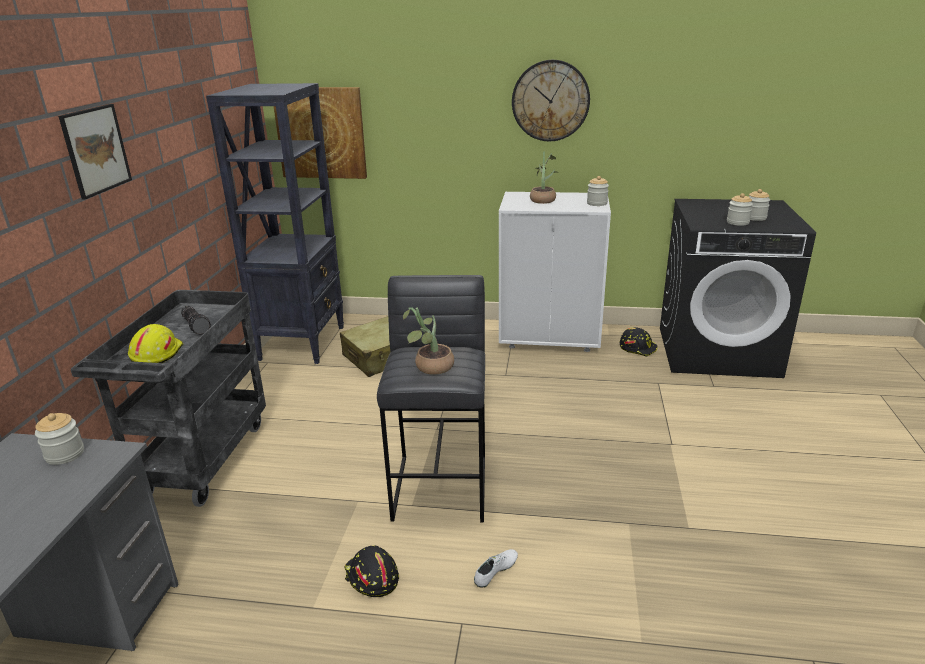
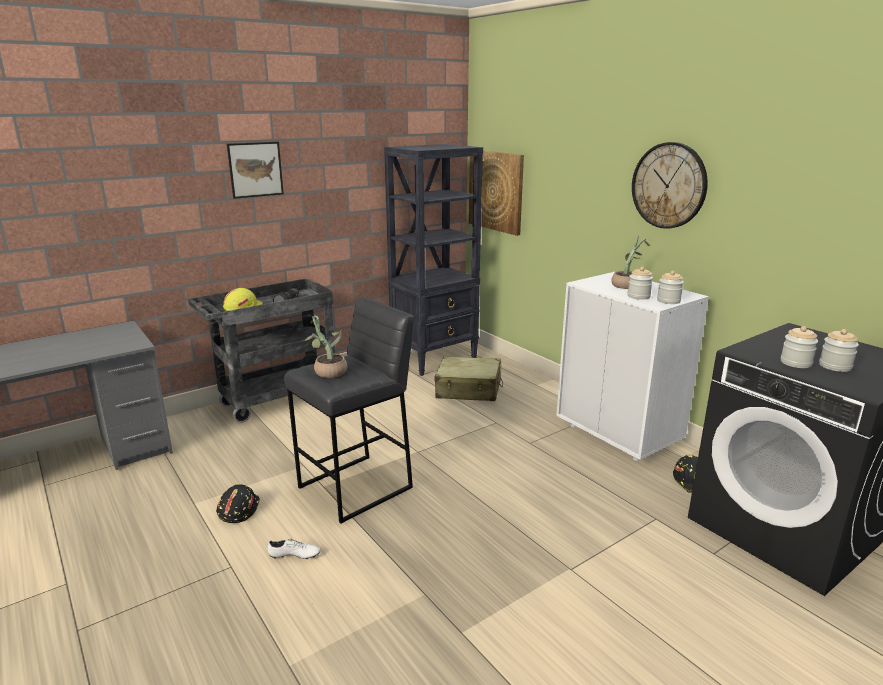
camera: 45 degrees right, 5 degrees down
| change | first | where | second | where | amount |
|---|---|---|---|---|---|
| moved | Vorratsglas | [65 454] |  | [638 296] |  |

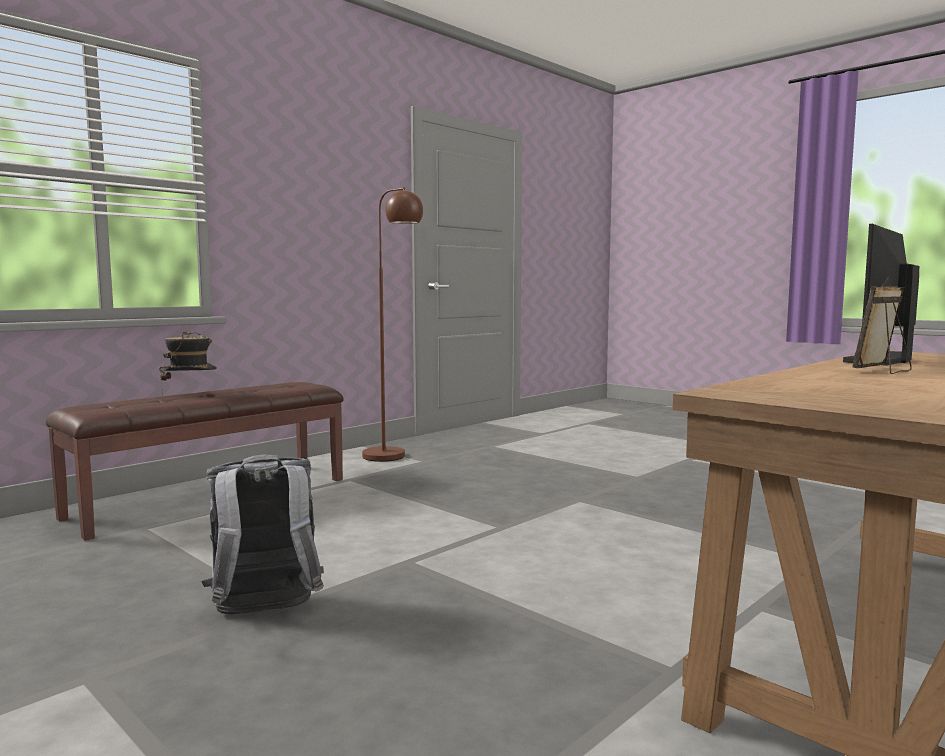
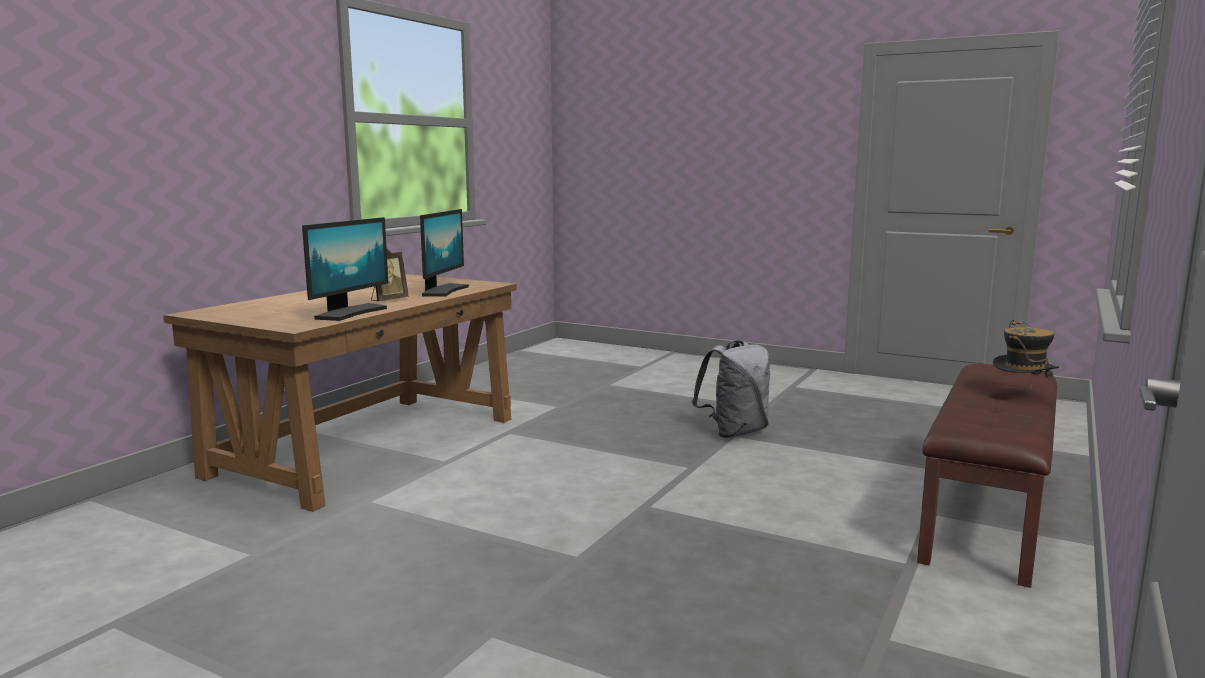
camera: 165 degrees right, 5 degrees up
| change | first | where | second | where | amount |
|---|---|---|---|---|---|
| added |  |  | Monitor | [443 291] |  |
| removed | Stehlampe [braun] | [393 458] |  |  |  |

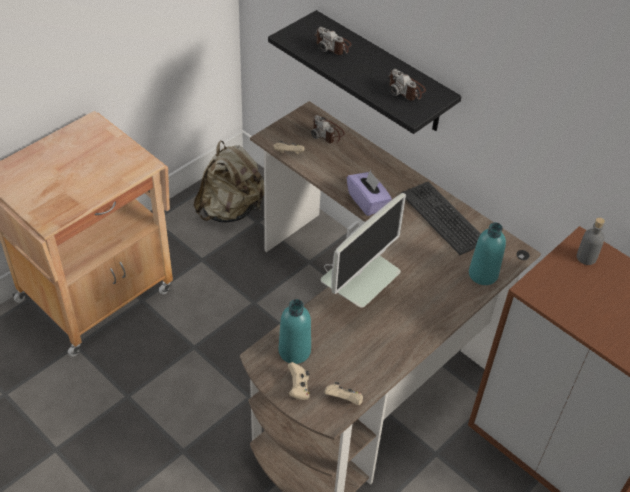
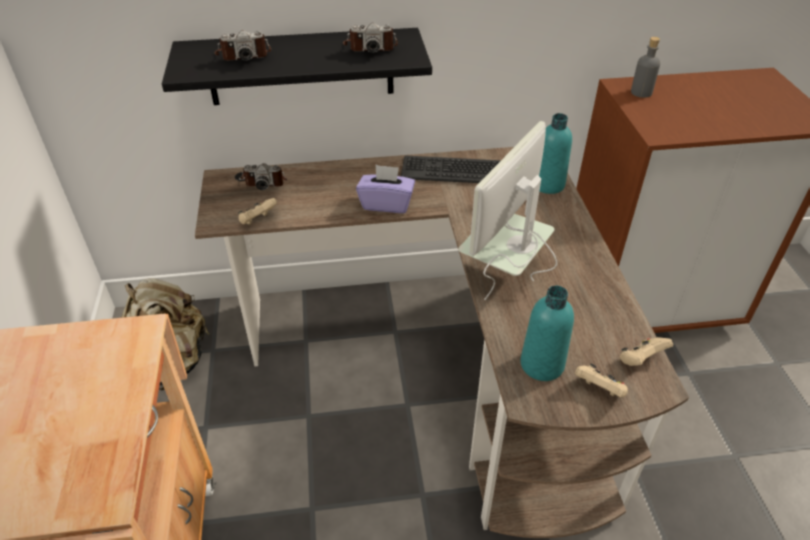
camera: 50 degrees left, 5 degrees down
| change | first | where | second | where | amount |
|---|---|---|---|---|---|
| turned | Monitor | [357 296] |  | [504 275] | 135 degrees counterclockwise |

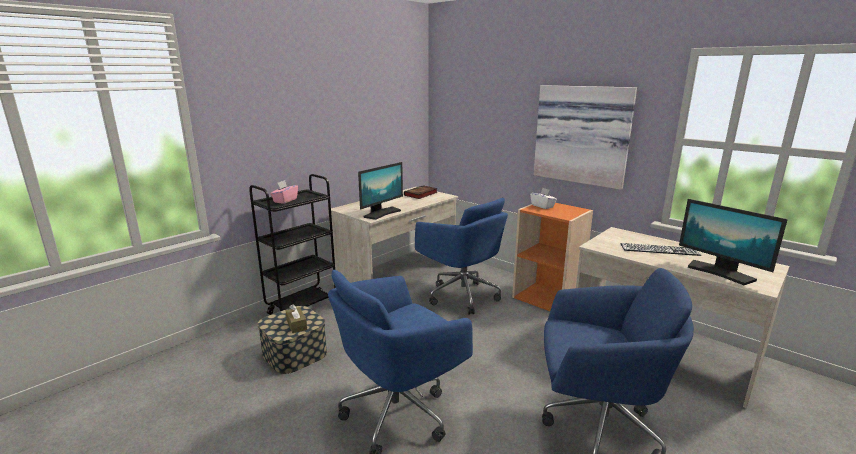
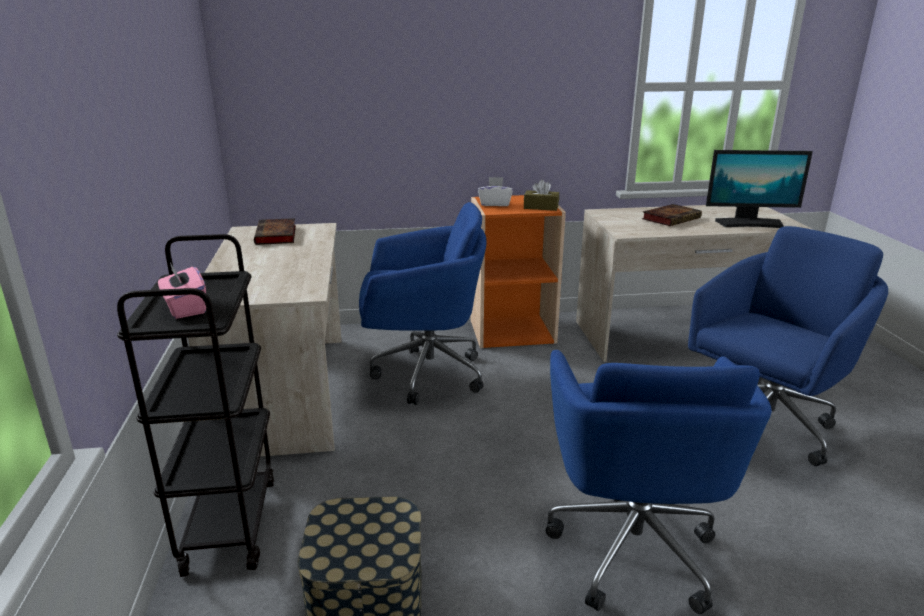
camera: 50 degrees left, 5 degrees up
| change | first | where | second | where | amount |
|---|---|---|---|---|---|
| moved | Taschentuchbox [braun] | [296 325] |  | [541 207] |  |
| replaced | Tastatur | [659 249] | Buch | [671 218] |  |
| removed | Monitor | [381 213] |  |  |  |
| removed | Bild | [582 135] |  |  |  |

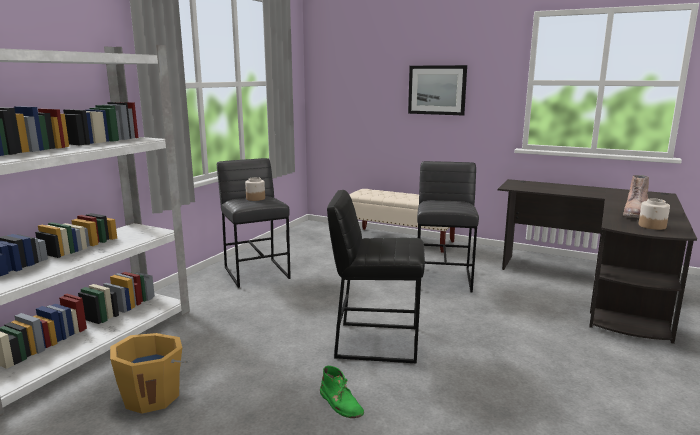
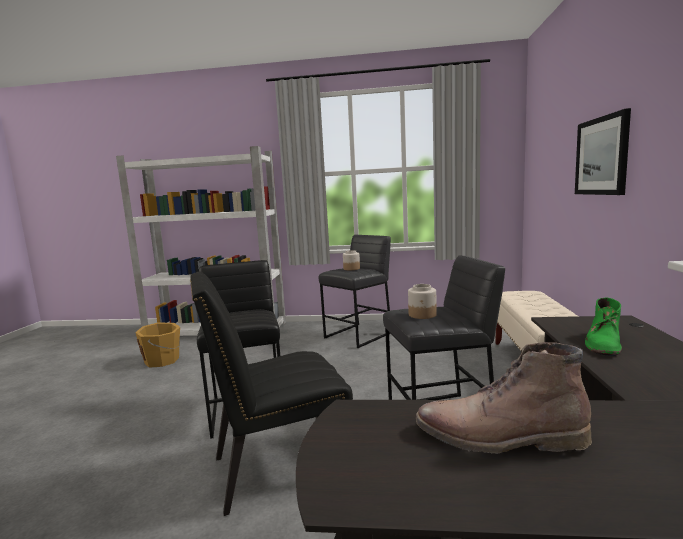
camera: 70 degrees right, 5 degrees down
| change | first | where | second | where | amount |
|---|---|---|---|---|---|
| added |  |  | Stuhl [schwarz] | [280 467] |  |
| moved | Vorratsglas | [652 226] |  | [422 315] |  |
| moved | Stiefel [grün] | [340 403] |  | [603 342] |  |

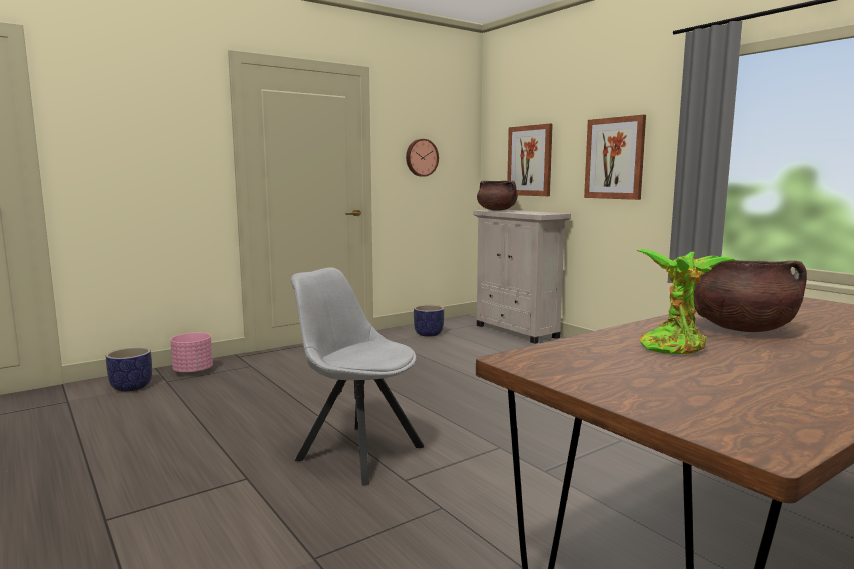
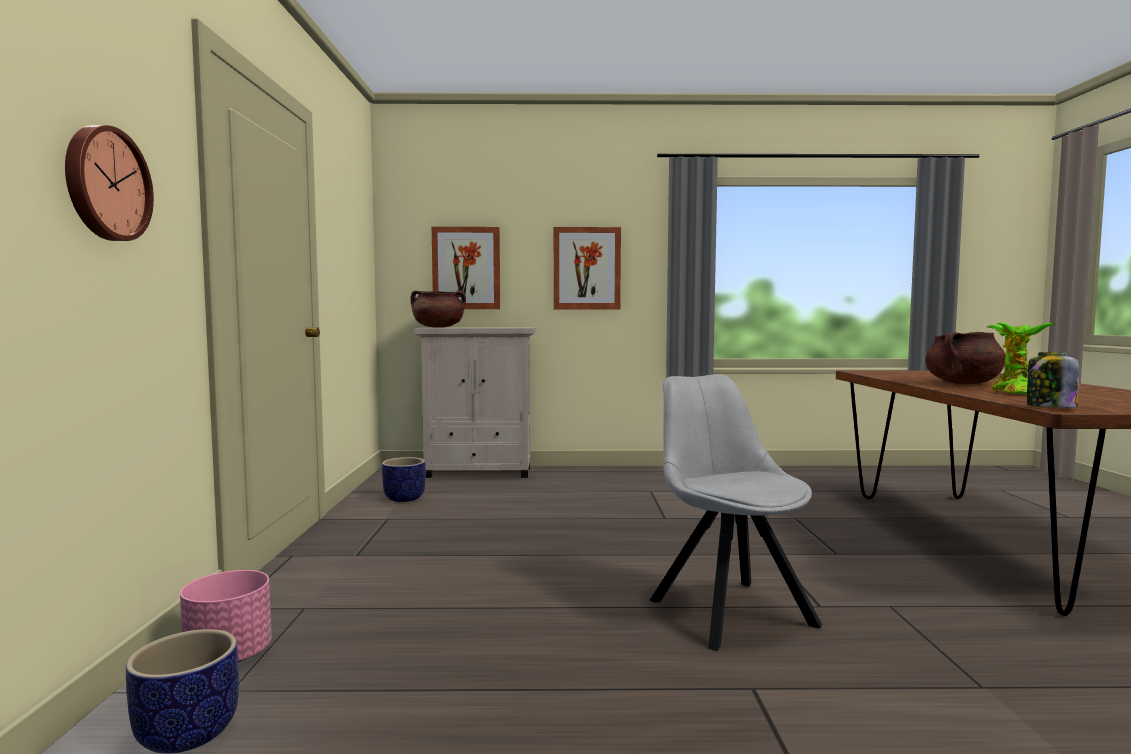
camera: 55 degrees left, 5 degrees down
| change | first | where | second | where | amount |
|---|---|---|---|---|---|
| moved | Wanduhr | [421 157] |  | [105 184] |  |
| turned | Stuhl [grau] | [358 452] |  | [729 610] | 90 degrees clockwise |
| added |  |  | Vorratsglas | [1050 408] |  |

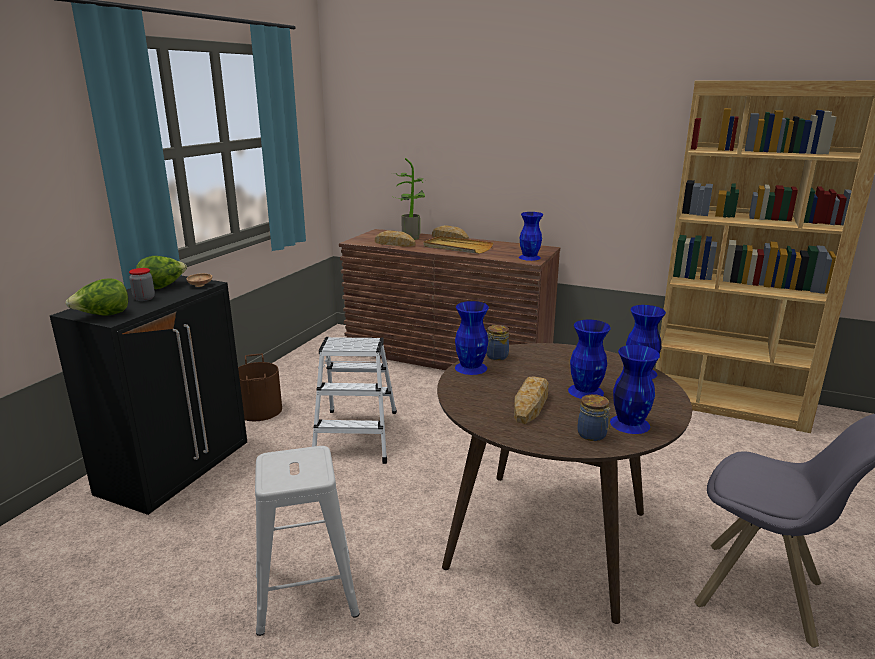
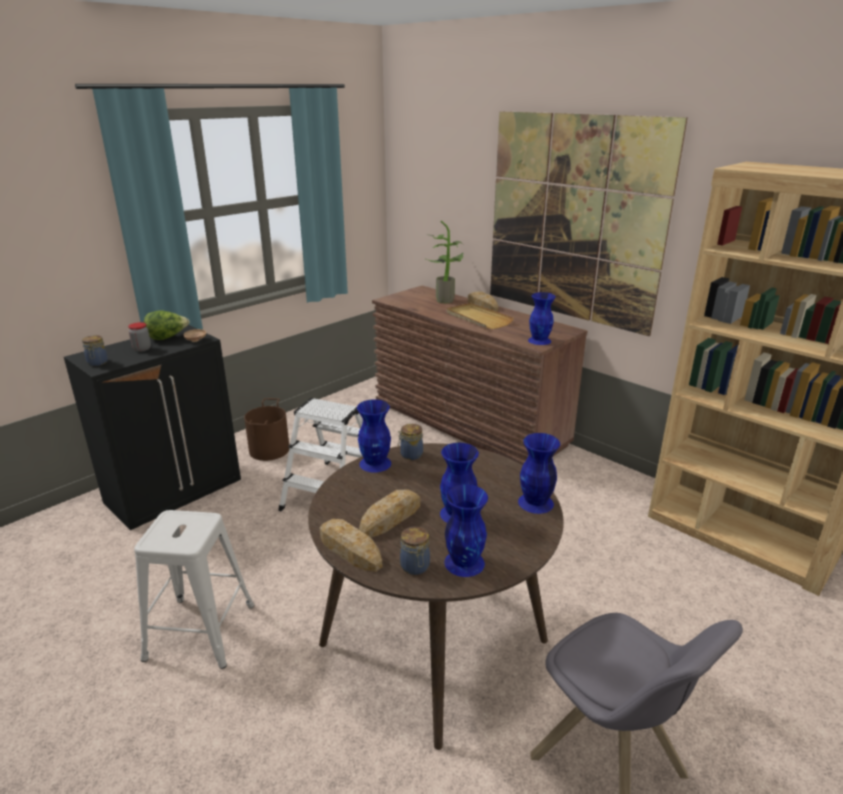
camera: 20 degrees right, 5 degrees up
| change | first | where | second | where | amount |
|---|---|---|---|---|---|
| replaced | Salatkopf | [103 315] | Vorratsglas | [97 363] |  |
| moved | Brot | [394 244] |  | [349 550] |  |
| added |  |  | Bild | [573 220] |  |

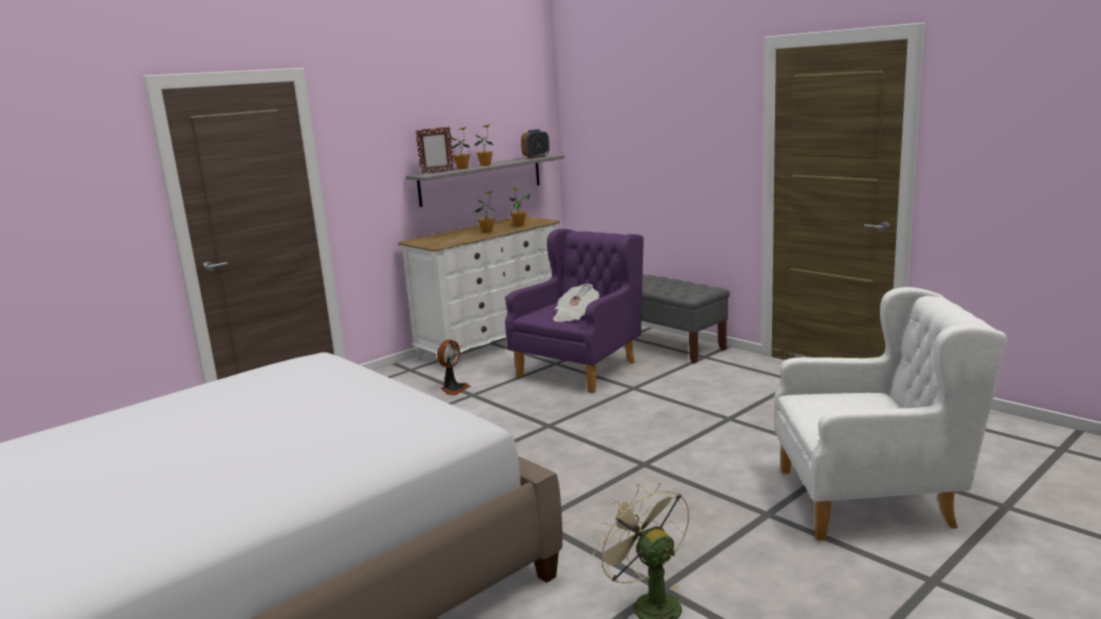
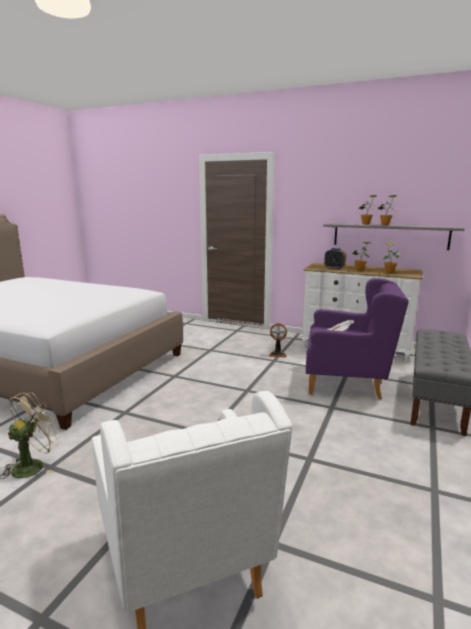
camera: 65 degrees right, 0 degrees up
| change | first | where | second | where | amount |
|---|---|---|---|---|---|
| moved | Wecker | [536 157] |  | [334 268] |  |
| removed | Bilderrahmen | [437 172] |  |  |  |

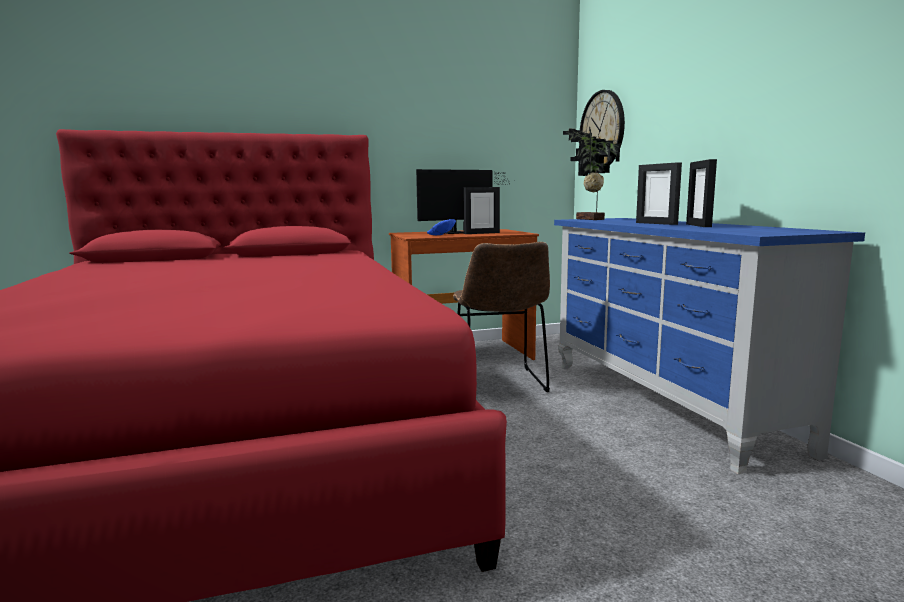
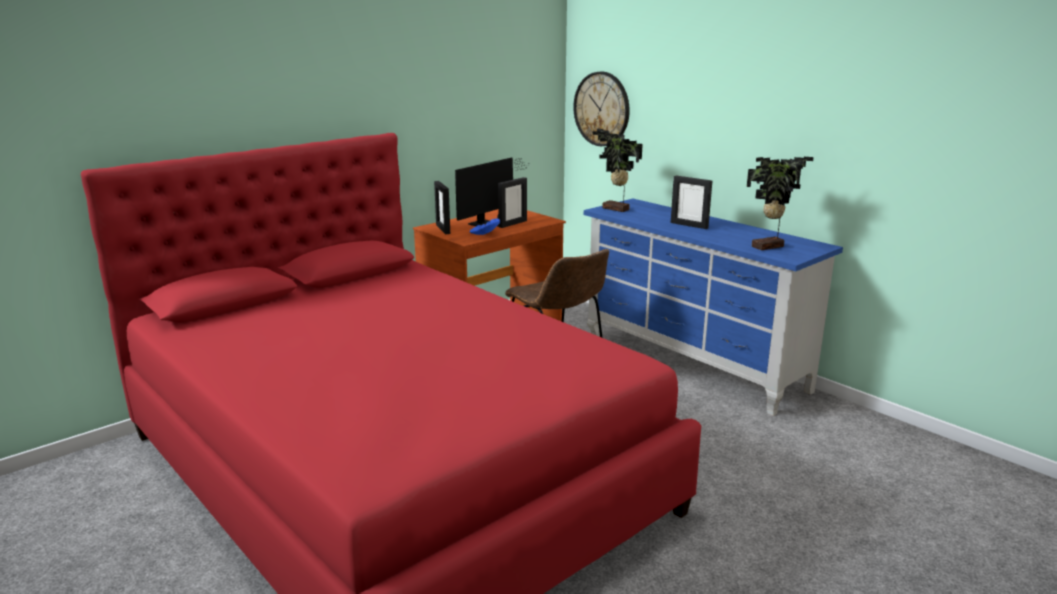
camera: 25 degrees left, 10 degrees up
| change | first | where | second | where | amount |
|---|---|---|---|---|---|
| moved | Bilderrahmen | [699 225] |  | [444 229] |  |
| added |  |  | Topfpflanze | [769 247] |  |

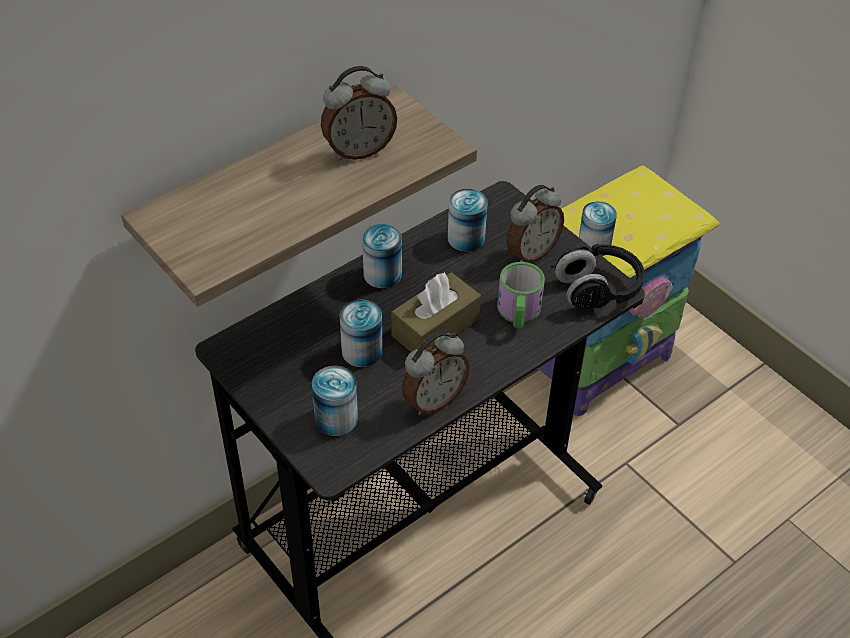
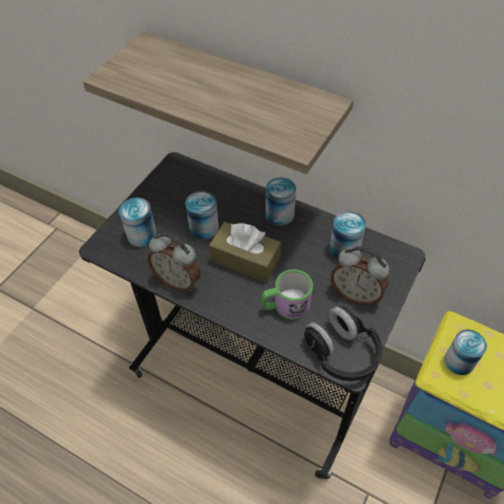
camera: 70 degrees right, 5 degrees up
| change | first | where | second | where | amount |
|---|---|---|---|---|---|
| removed | Wecker | [359 150] |  |  |  |

